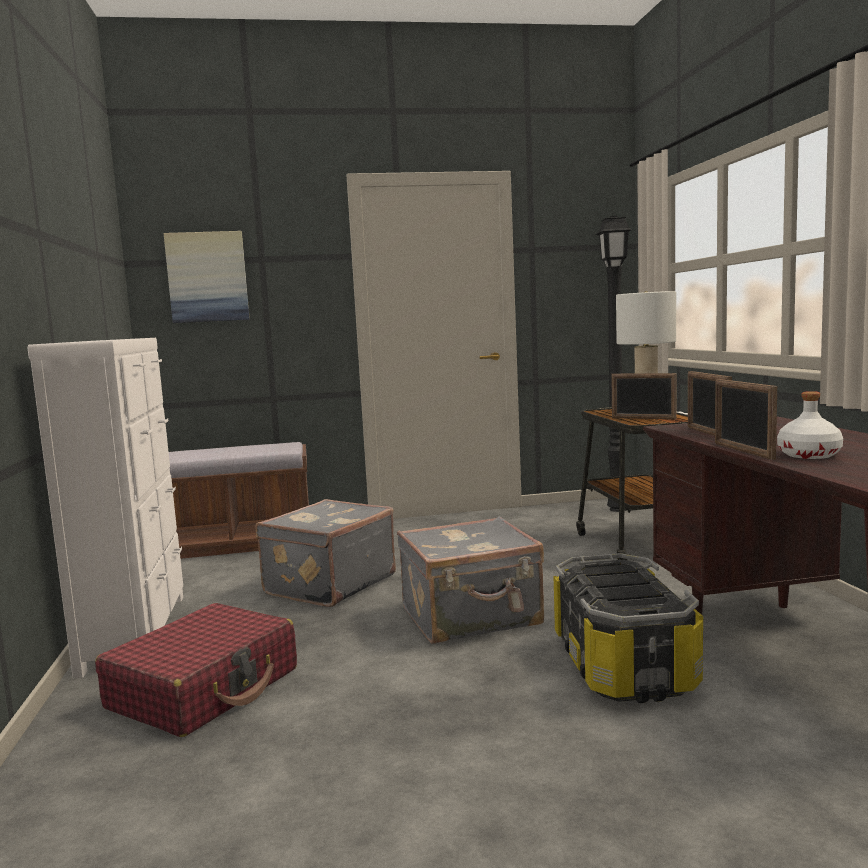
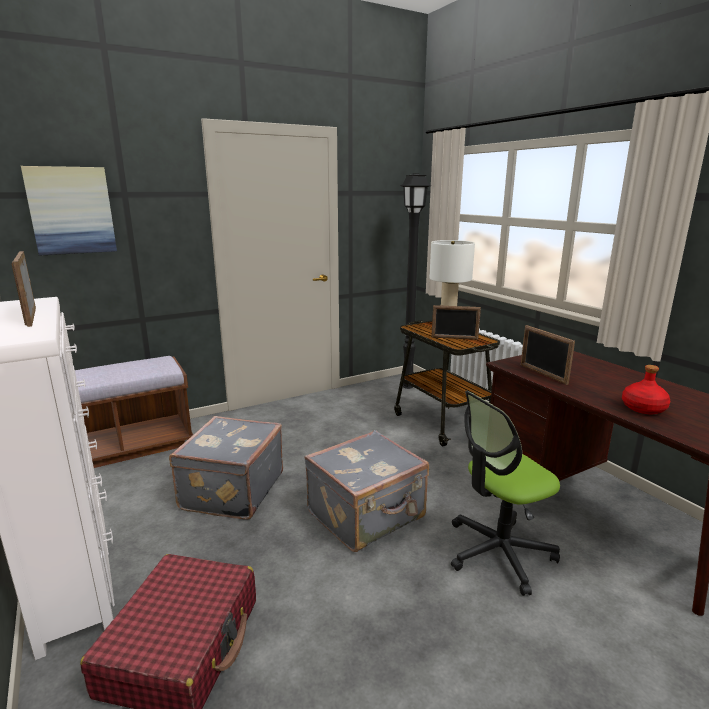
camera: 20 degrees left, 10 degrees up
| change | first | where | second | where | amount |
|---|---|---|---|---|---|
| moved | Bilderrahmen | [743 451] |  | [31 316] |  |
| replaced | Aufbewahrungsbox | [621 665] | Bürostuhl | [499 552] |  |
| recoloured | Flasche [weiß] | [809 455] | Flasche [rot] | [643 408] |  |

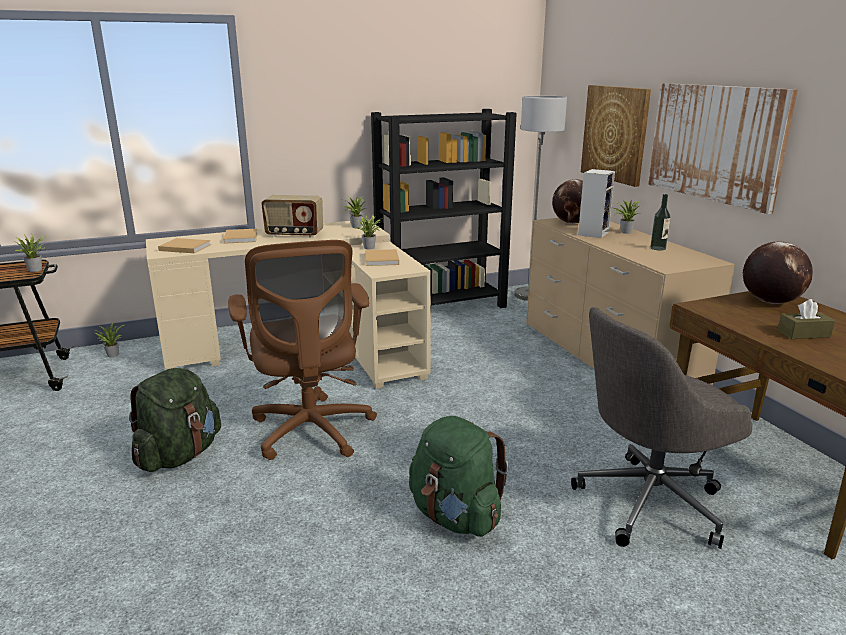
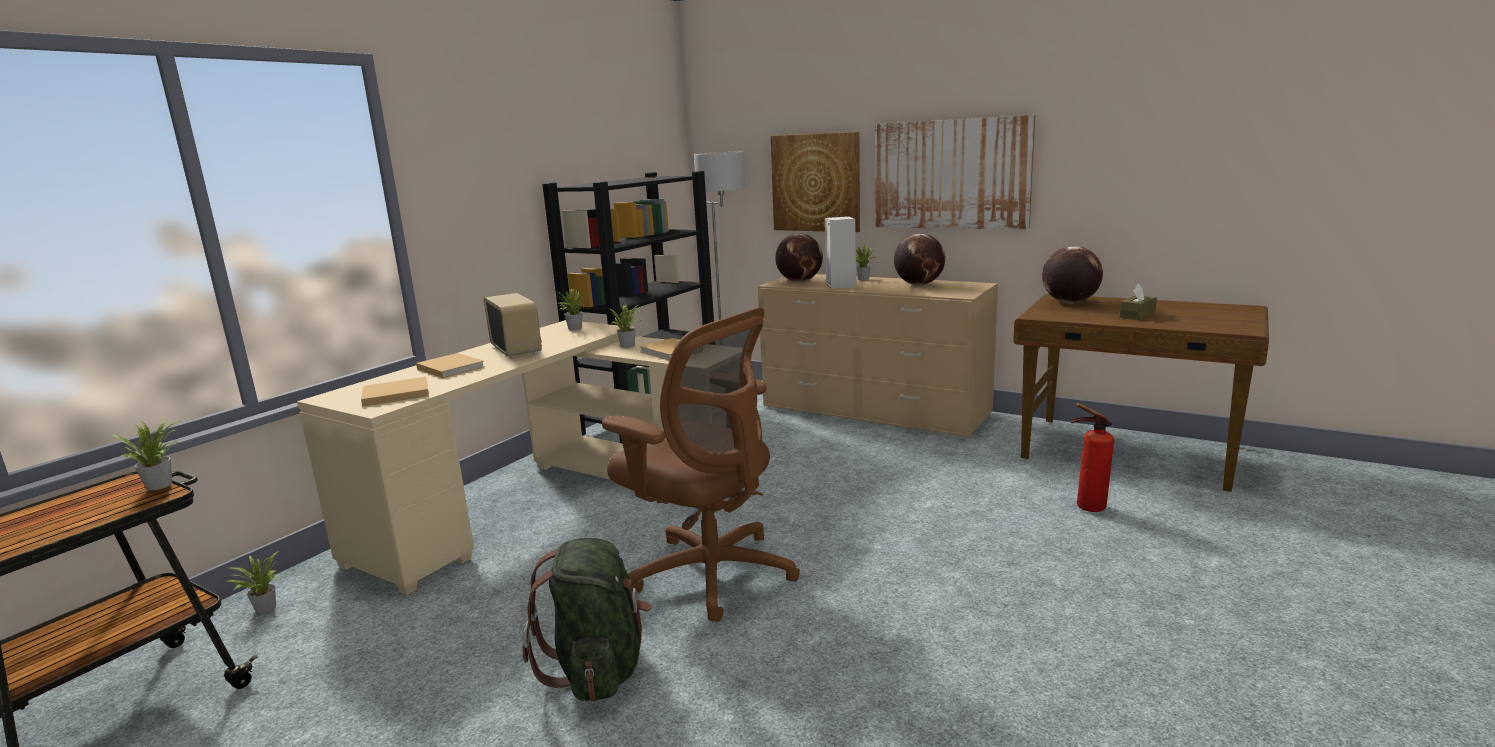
camera: 35 degrees left, 5 degrees down
| change | first | where | second | where | amount |
|---|---|---|---|---|---|
| turned | Radio | [294 234] |  | [517 350] | 90 degrees counterclockwise |
| replaced | Flasche | [658 248] | Globus | [918 284] |  |
| replaced | Bürostuhl [grau] | [648 504] | Feuerlöscher | [1086 507] |  |
| removed | Rucksack [grün] | [455 516] |  |  |  |

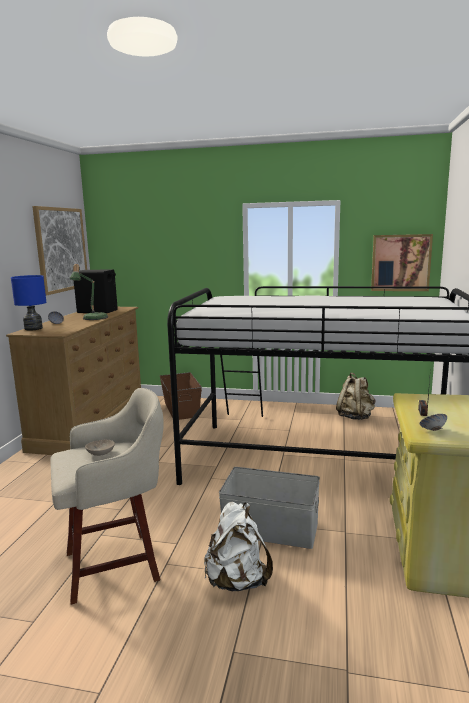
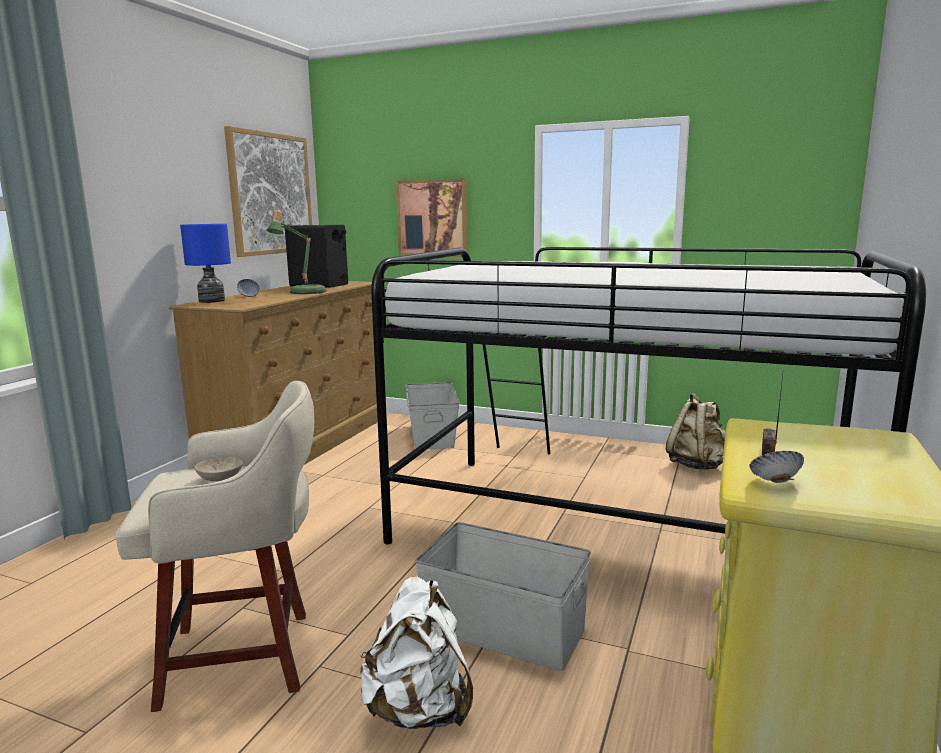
camera: 10 degrees right, 0 degrees up
| change | first | where | second | where | amount |
|---|---|---|---|---|---|
| moved | Bild | [400 263] |  | [432 218] |  |
| recoloured | Aufbewahrungsbox [braun] | [181 409] | Aufbewahrungsbox [grau] | [432 435] |  |

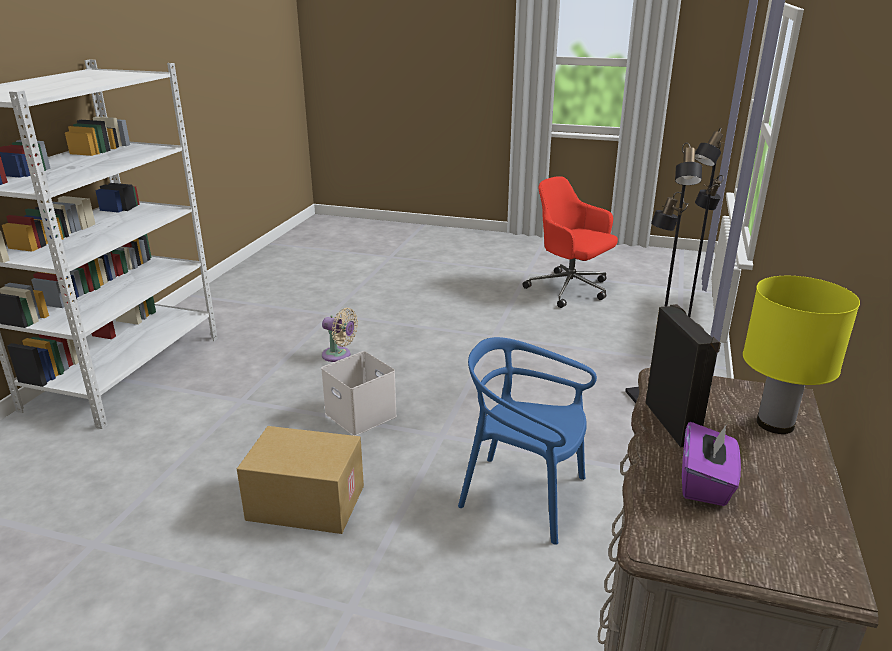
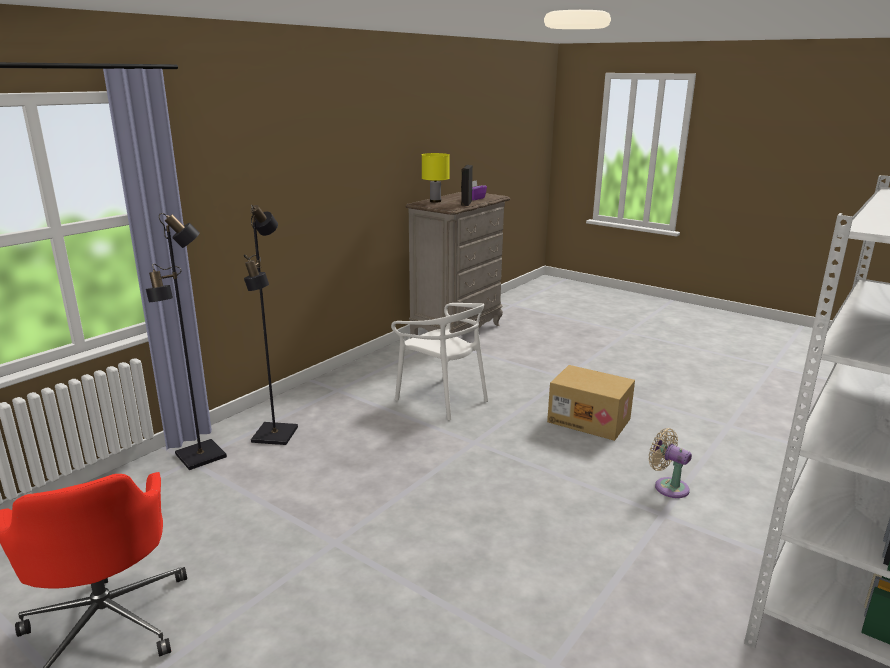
camera: 160 degrees left, 5 degrees down
| change | first | where | second | where | amount |
|---|---|---|---|---|---|
| recoloured | Stuhl [blau] | [524 496] | Stuhl [weiß] | [442 399] |  |
| moved | Ventilator [beige] | [339 355] |  | [668 486] |  |
| removed | Aufbewahrungsbox [weiß] | [362 415] |  |  |  |

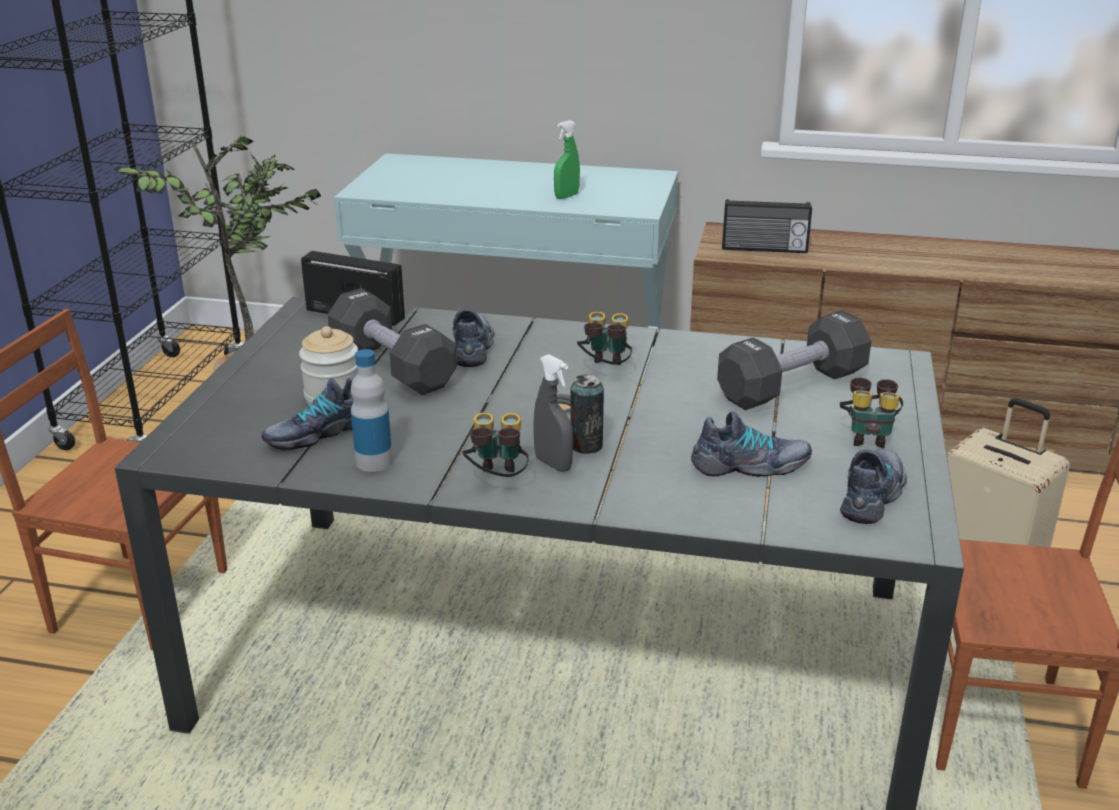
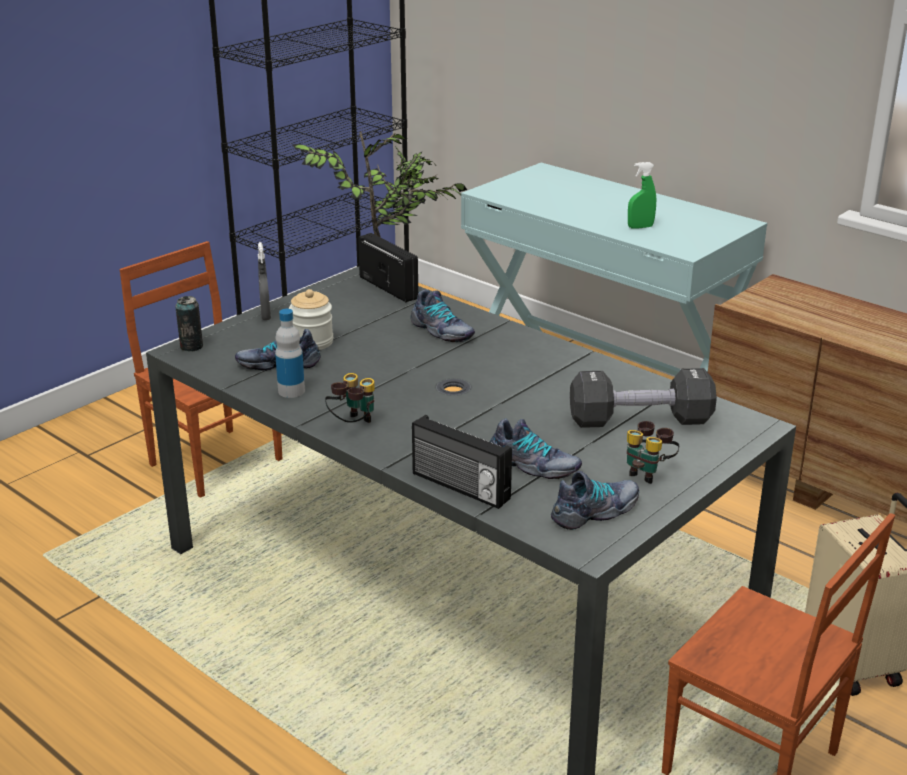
camera: 30 degrees right, 0 degrees up
| change | first | where | second | where | amount |
|---|---|---|---|---|---|
| moved | Dose | [586 446] |  | [191 346] |  |
| moved | Sprühflasche [grau] | [553 464] |  | [265 315] |  |
| turned | Schuh | [473 347] |  | [441 331] | 105 degrees clockwise |
| moved | Radio | [764 249] |  | [459 487] |  |
| removed | Hantel [schwarz] | [392 366] |  |  |  |
| removed | Fernglas | [605 370] |  |  |  |

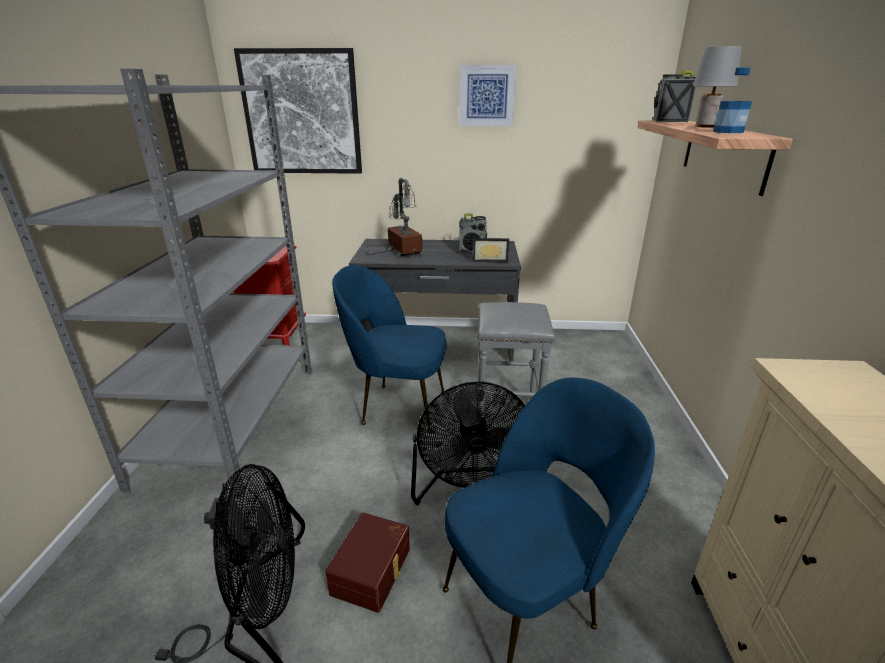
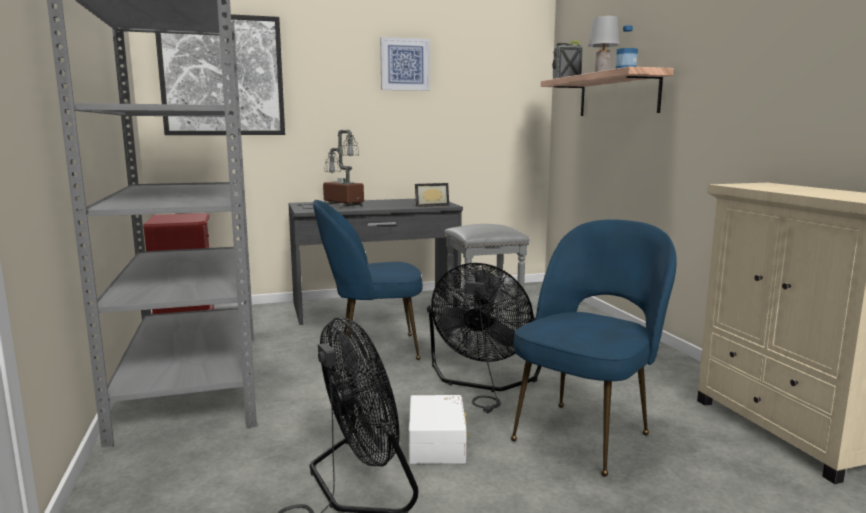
camera: 20 degrees left, 15 degrees down
| change | first | where | second | where | amount |
|---|---|---|---|---|---|
| recoloured | Aufbewahrungsbox [braun] | [373 571] | Aufbewahrungsbox [weiß] | [438 443] |  |
| turned | Ventilator [schwarz] | [467 483] |  | [480 382] | 135 degrees counterclockwise |
| removed | Radio | [472 251] |  |  |  |

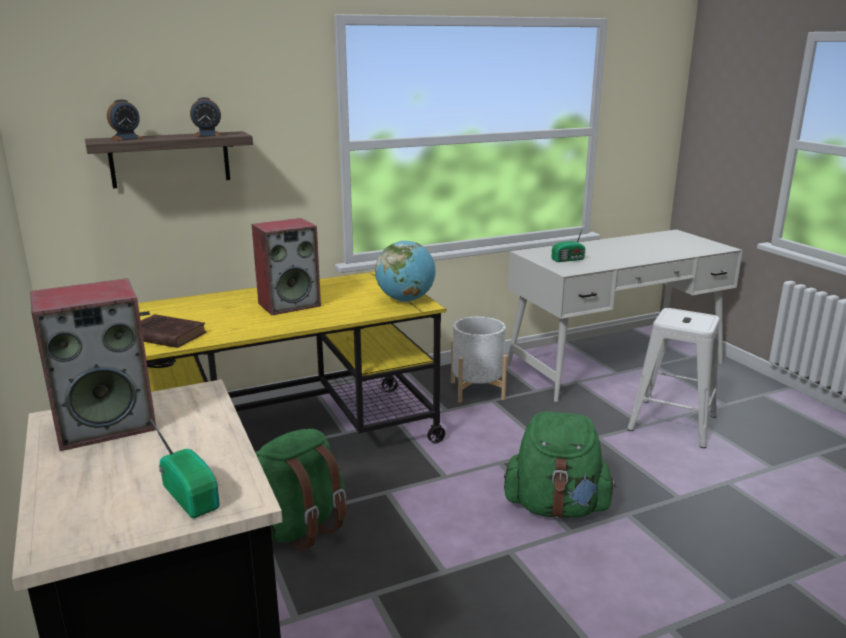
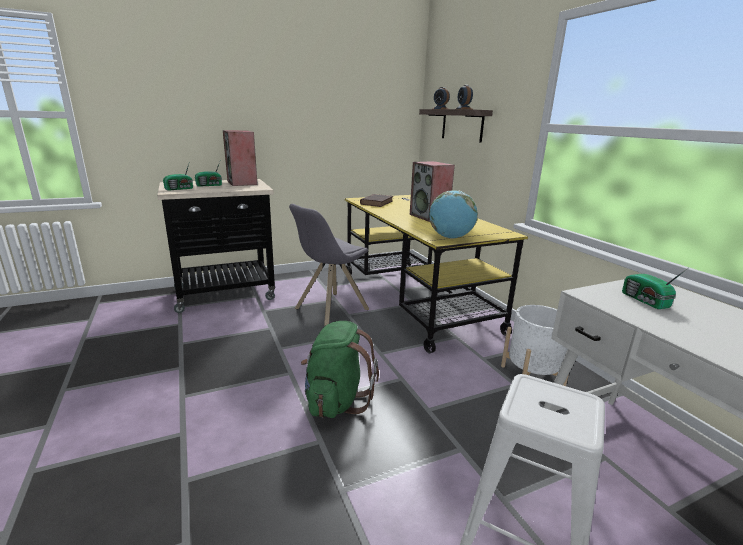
camera: 90 degrees right, 0 degrees up
| change | first | where | second | where | amount |
|---|---|---|---|---|---|
| added |  |  | Radio | [210 185] |  |
| replaced | Rucksack [grün] | [298 527] | Stuhl [grau] | [330 309] |  |

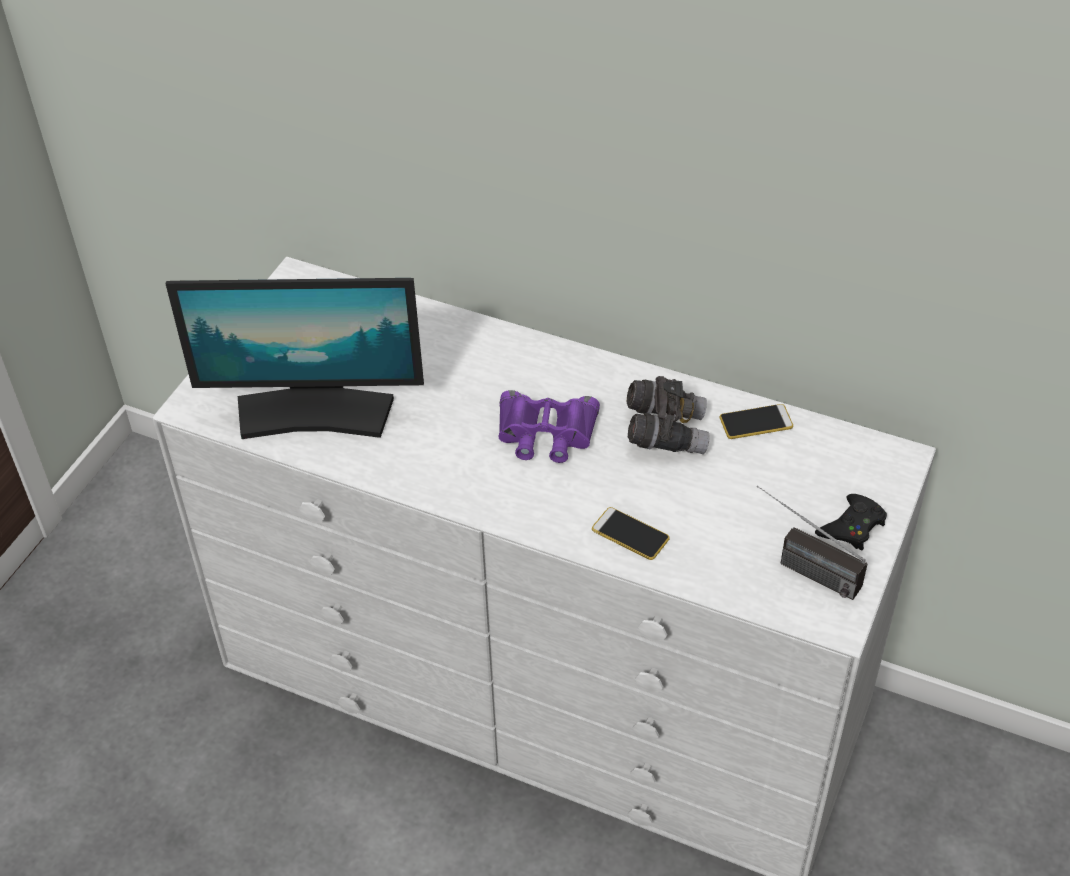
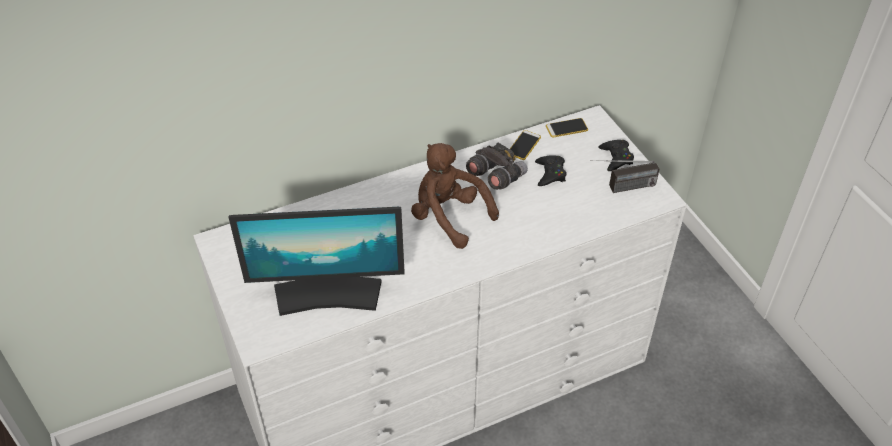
camera: 50 degrees left, 0 degrees up
| change | first | where | second | where | amount |
|---|---|---|---|---|---|
| turned | Monitor | [314 412] |  | [328 294] | 45 degrees clockwise |
| replaced | Fernglas [lila] | [546 433] | Plüschtier [braun] | [448 217] |  |
| added |  |  | Gamepad [schwarz] | [550 173] |  |
| moved | Handy | [630 534] |  | [566 128] |  |

